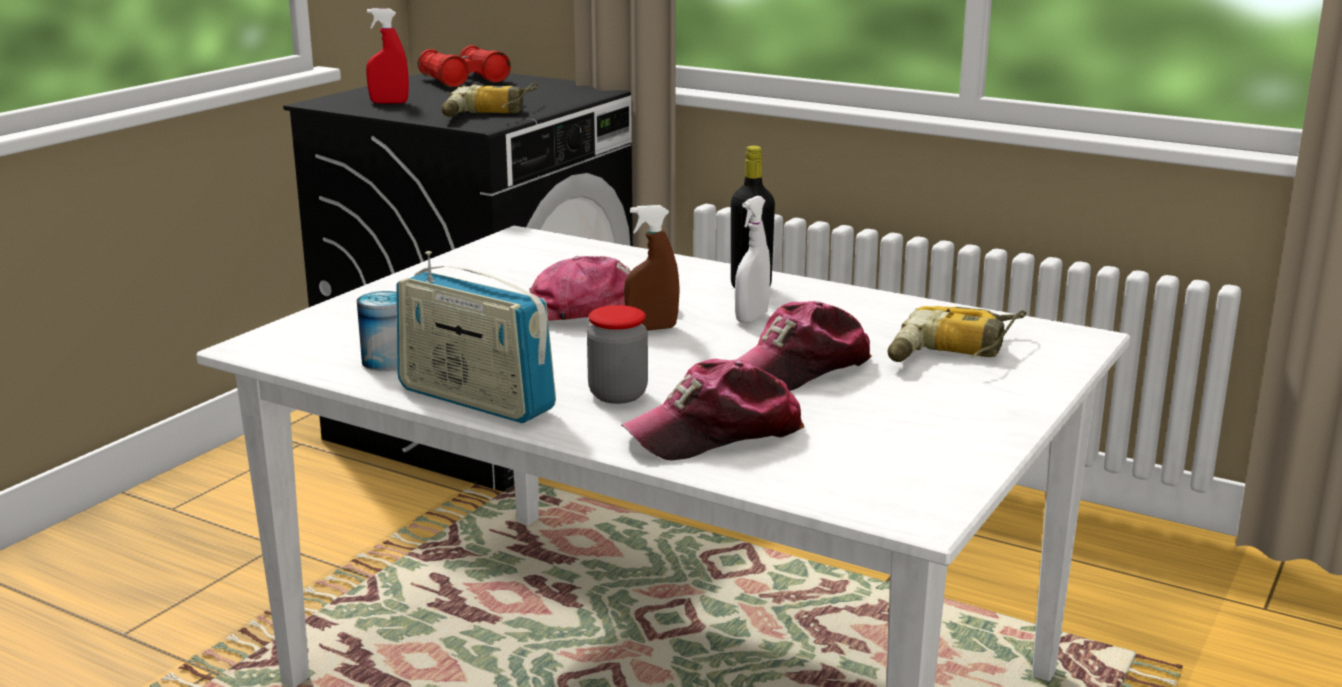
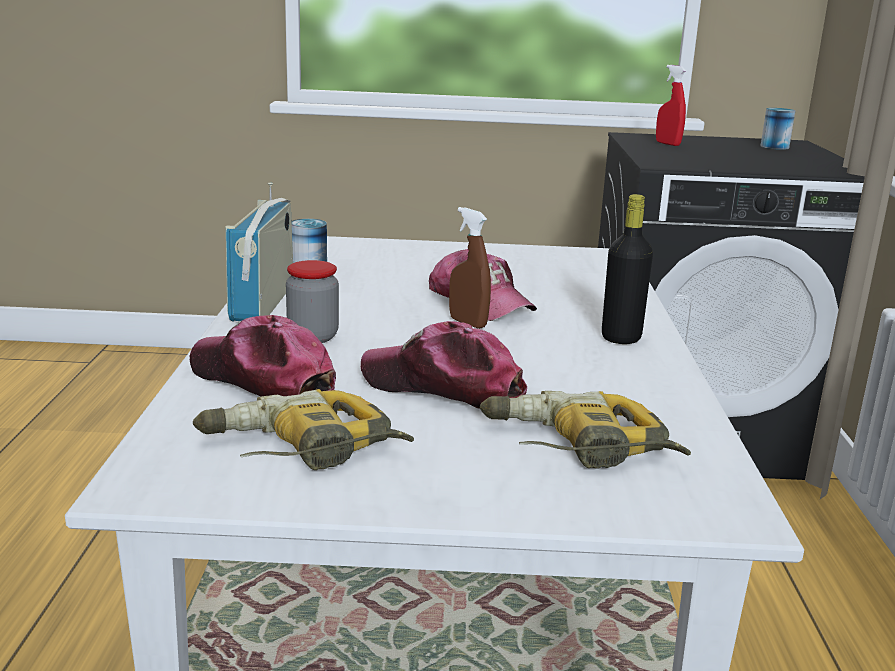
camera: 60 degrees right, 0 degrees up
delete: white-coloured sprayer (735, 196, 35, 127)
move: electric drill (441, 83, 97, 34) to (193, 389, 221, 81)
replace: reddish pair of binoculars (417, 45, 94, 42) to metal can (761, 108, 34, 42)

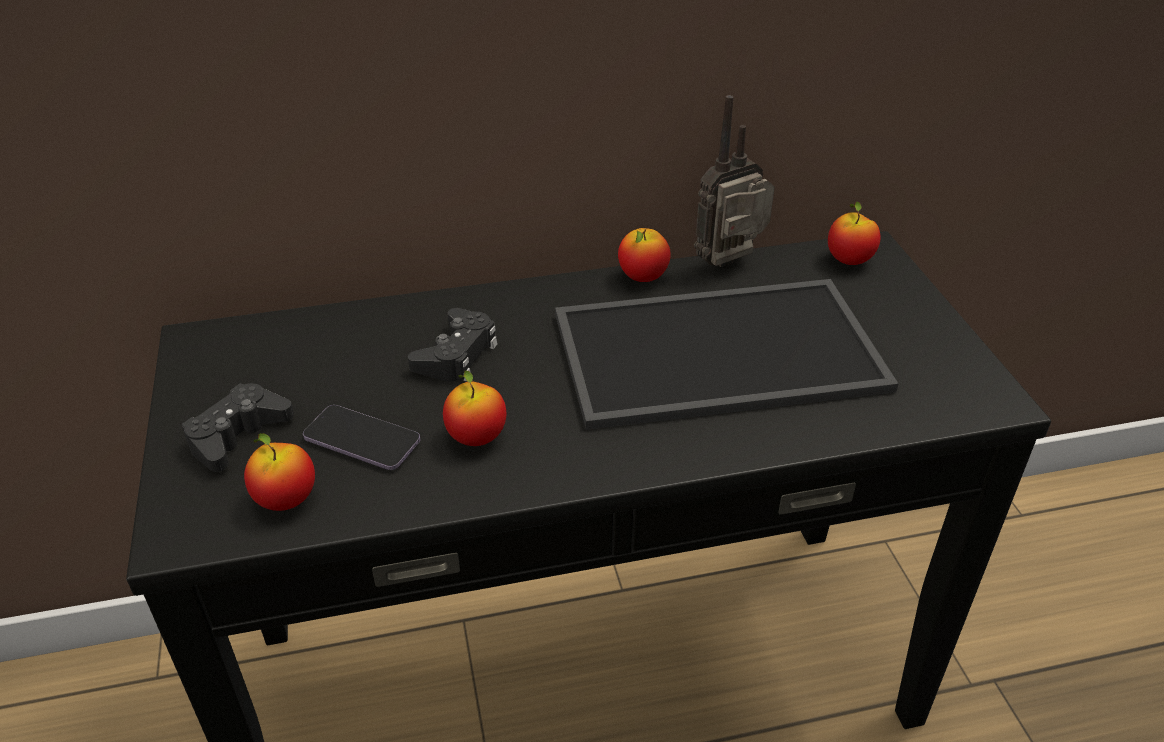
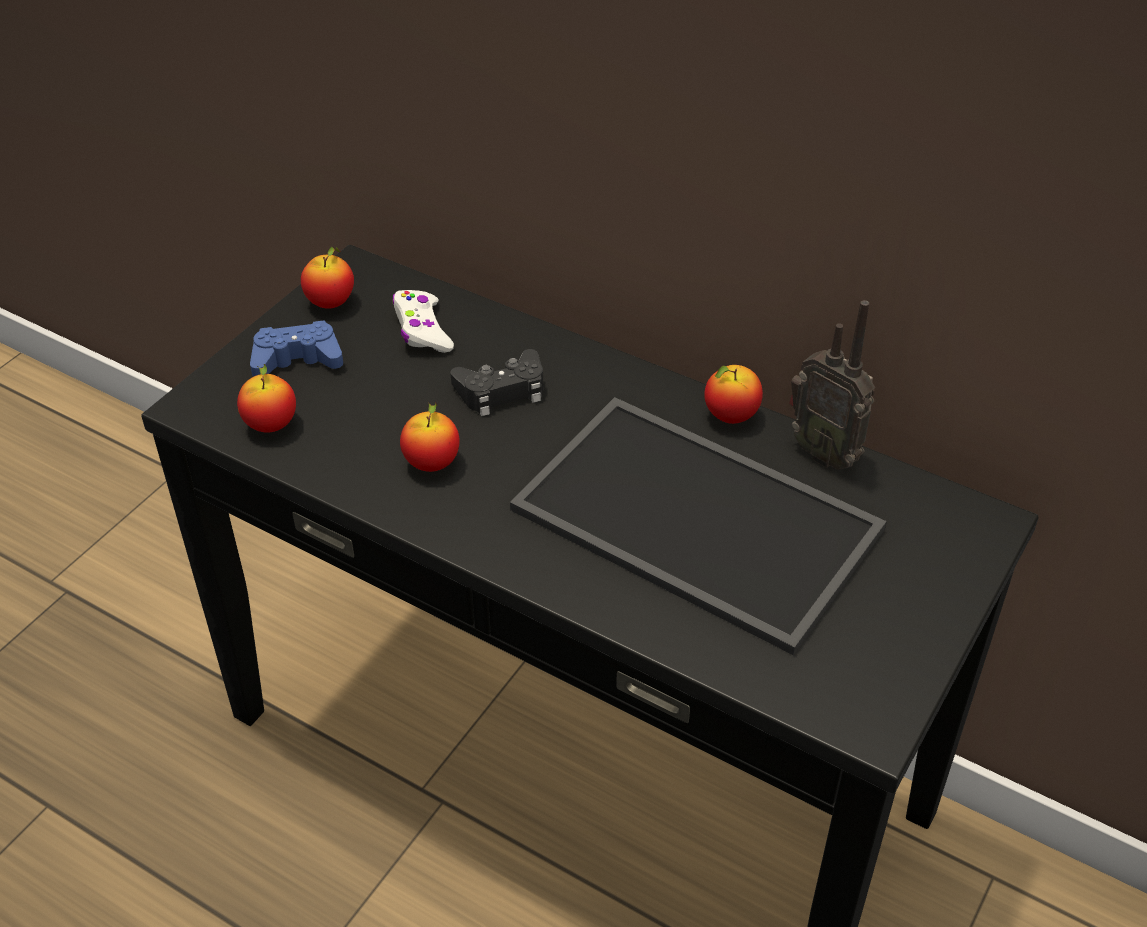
camera: 45 degrees right, 5 degrees up
delete: telephone (303, 405, 118, 65)
insert: white-coloured joypad (393, 290, 61, 63)
move: whole apple (828, 202, 52, 63) to (301, 247, 53, 62)
recolor: blackish joypad (182, 383, 112, 89) to bluish joypad (250, 320, 93, 57)
rotate: radio (694, 95, 81, 172) = (789, 300, 86, 170) 150 degrees counterclockwise

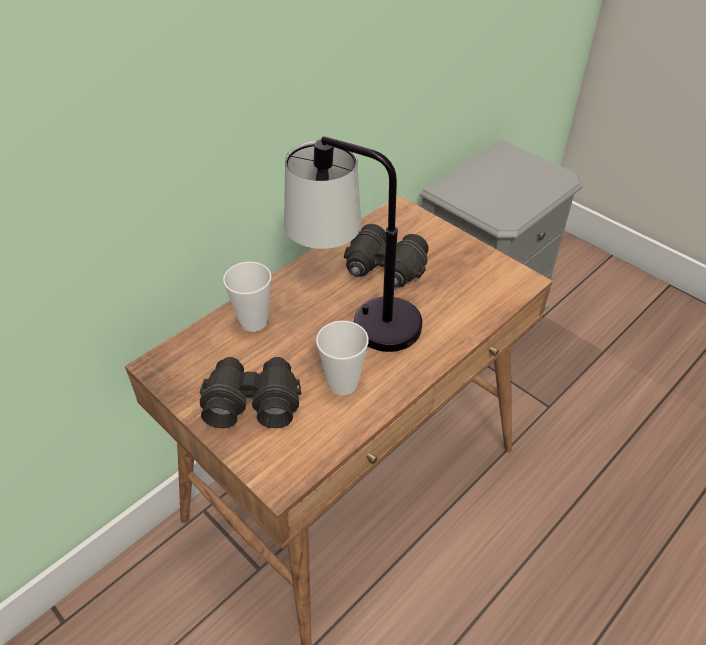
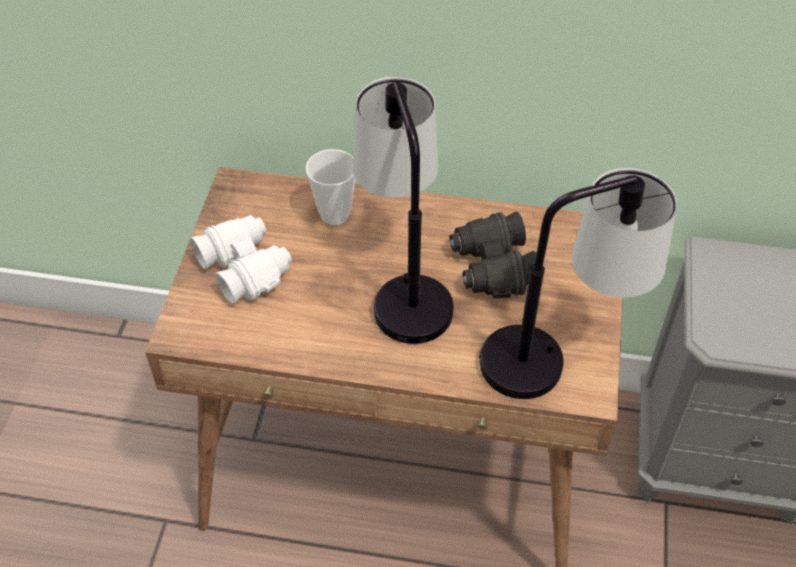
camera: 55 degrees right, 5 degrees up
delete: drinking cup (316, 321, 53, 74)
insert: table lamp (479, 168, 198, 231)
recolor: blackish pair of binoculars (200, 357, 101, 71) to white-coloured pair of binoculars (190, 215, 102, 89)

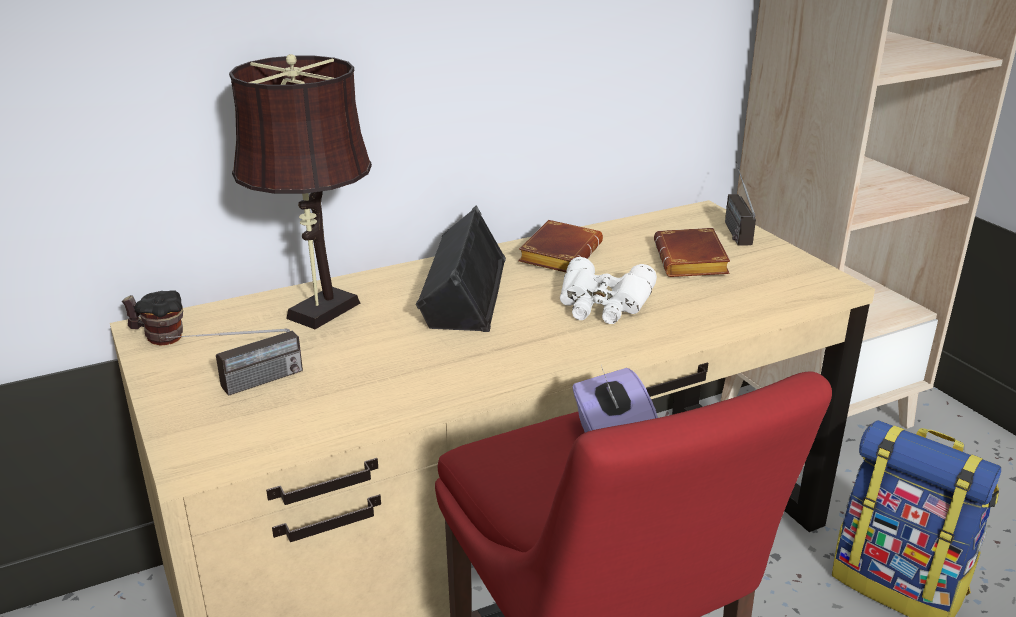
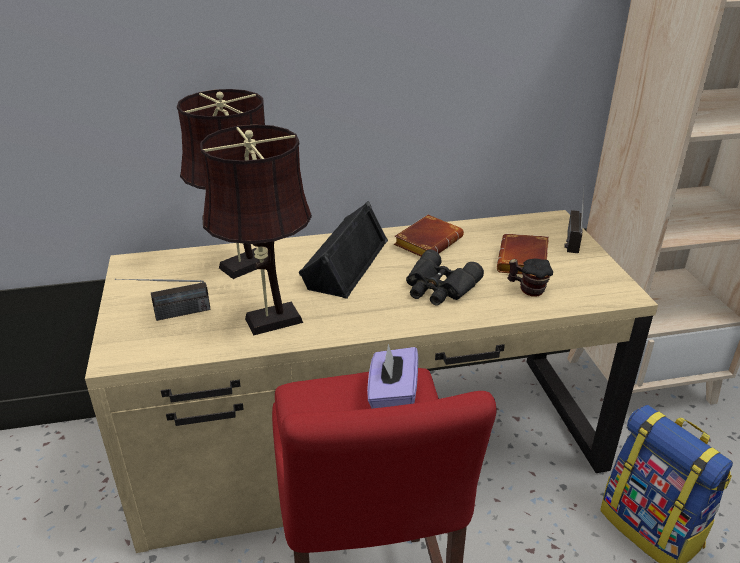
camera: 15 degrees right, 5 degrees up
insert: brownish table lamp (200, 124, 112, 211)
move: tea mug (122, 290, 61, 56) to (507, 259, 46, 38)
recolor: white-coloured pair of binoculars (560, 257, 97, 67) to blackish pair of binoculars (406, 249, 78, 57)

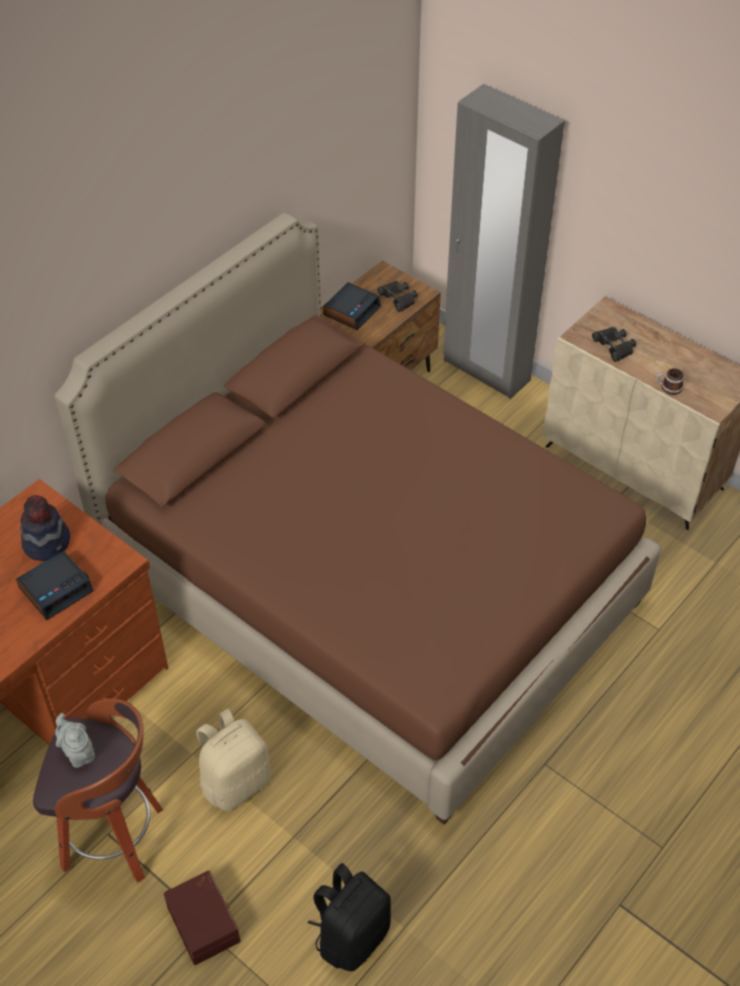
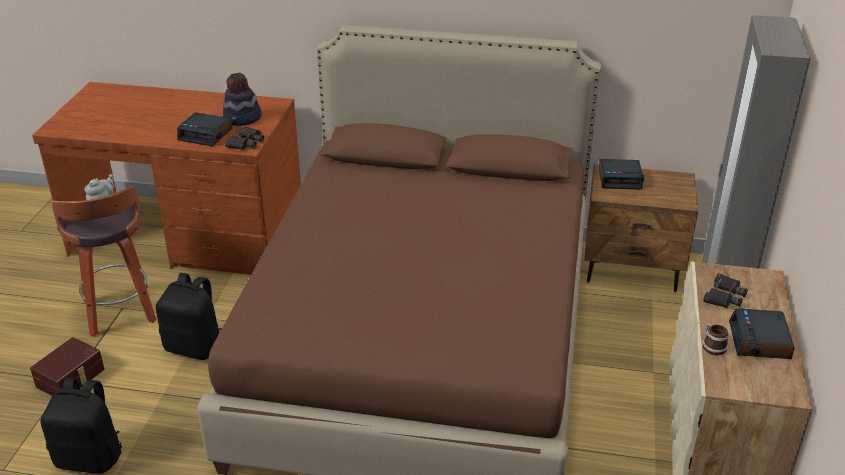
camera: 60 degrees right, 15 degrees down
insert: bedside clock (729, 308, 66, 51)
move: blackish pair of binoculars (377, 281, 41, 31) to (225, 126, 39, 24)
recolor: beige rucksack (196, 708, 75, 103) to blackish rucksack (156, 273, 66, 87)

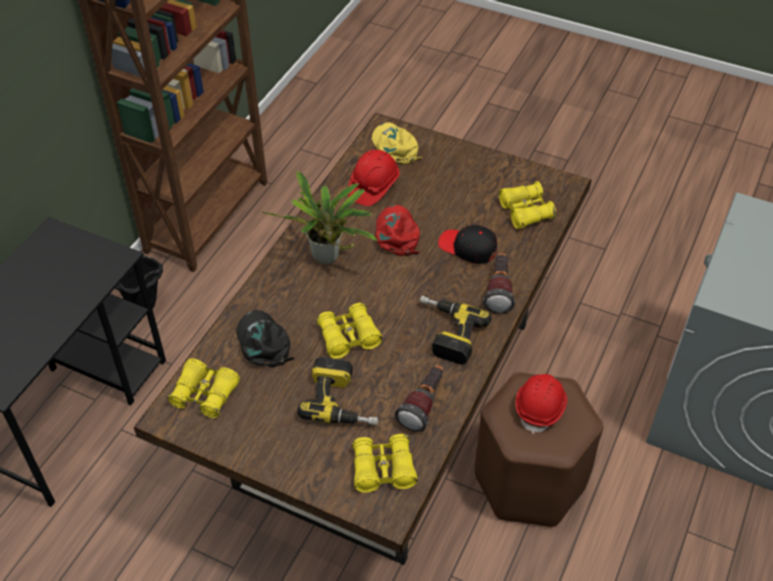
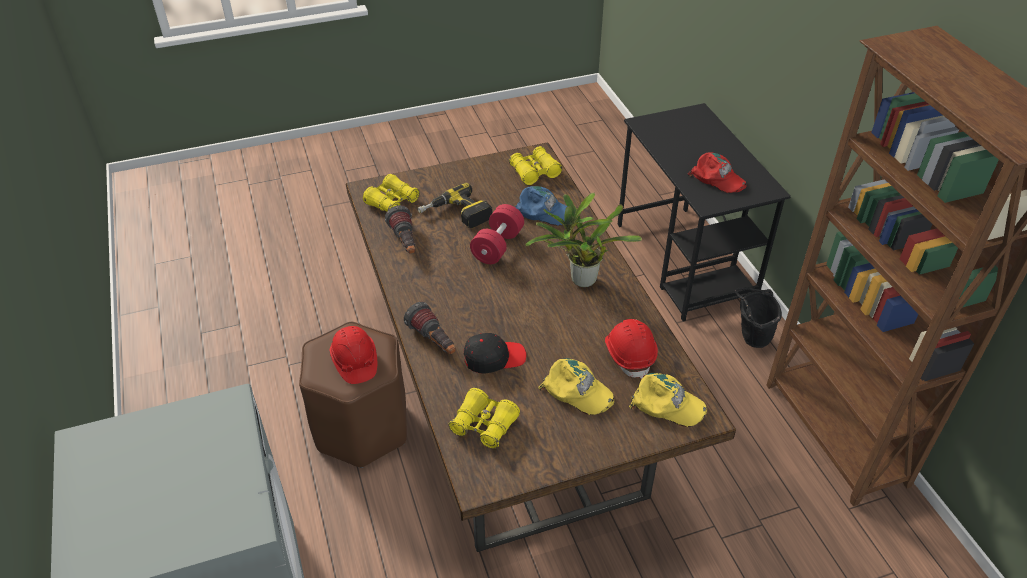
camera: 135 degrees right, 5 degrees down
delete: electric drill (420, 295, 72, 70)
insert: yellowish cap (538, 358, 76, 57)
move: reddish cap (376, 205, 44, 52) to (688, 152, 58, 41)
replace: yellowish pair of binoculars (316, 303, 67, 56) to reddish free weight (470, 204, 54, 60)
recolor: blackish cap (236, 310, 59, 57) to bluish cap (515, 186, 58, 40)

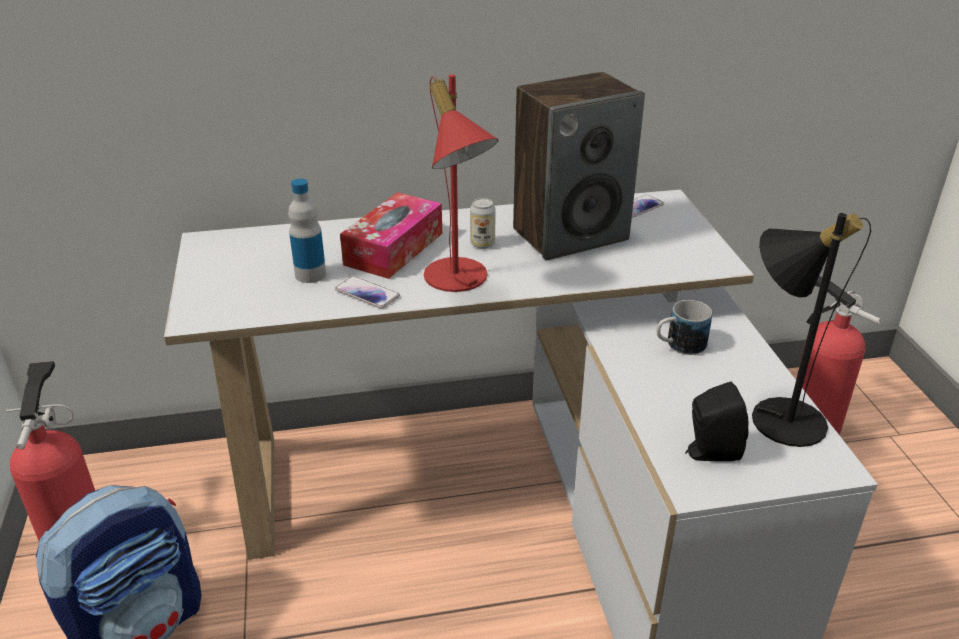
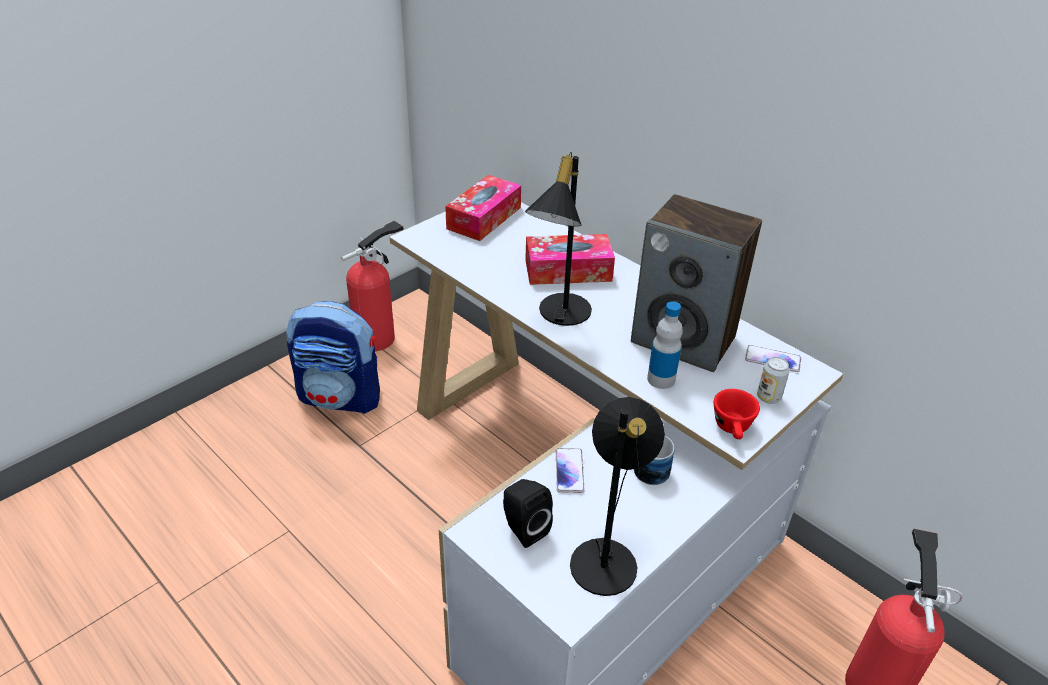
camera: 55 degrees right, 5 degrees up
insert: tissue box (445, 175, 76, 66); reddish drinking cup (714, 389, 46, 50)
move: bottle (288, 179, 38, 104) to (647, 301, 36, 88); telephone (335, 276, 65, 33) to (556, 448, 29, 45); metal can (470, 198, 26, 51) to (757, 357, 33, 47)
recolor: reddish table lamp (424, 74, 75, 218) to blackish table lamp (525, 152, 67, 174)

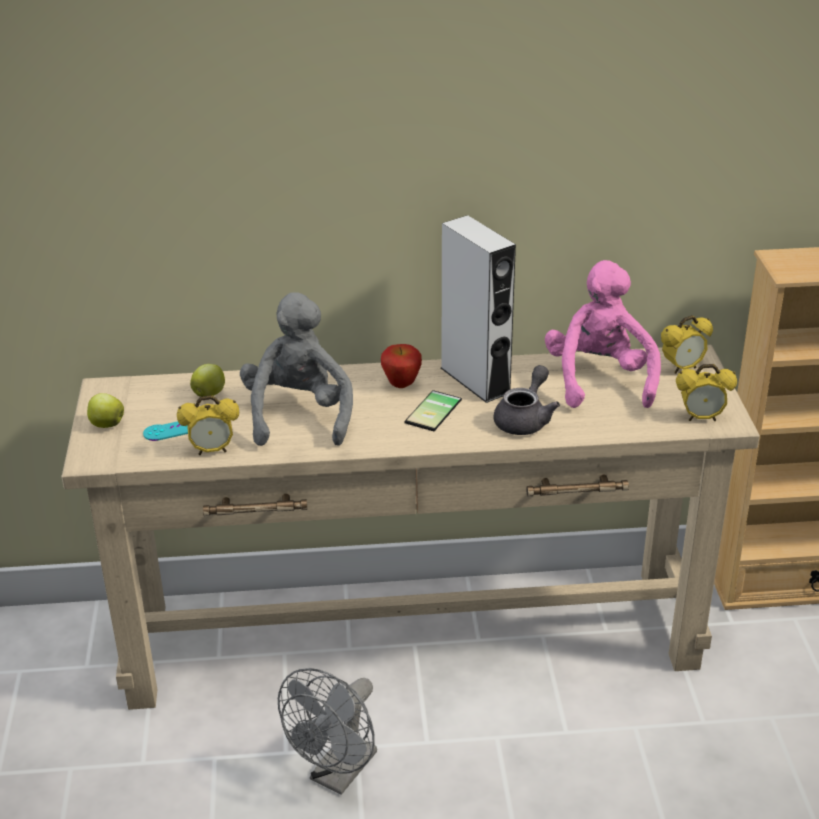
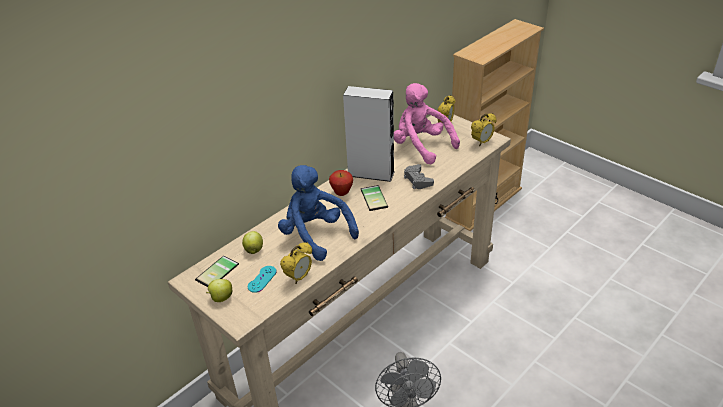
camera: 40 degrees left, 5 degrees up
insert: telephone (195, 255, 44, 32)
replace: greyish pot for tea (494, 365, 66, 70) to greyish joypad (404, 164, 30, 25)
recolor: greyish cuddly toy (240, 292, 113, 154) to bluish cuddly toy (278, 165, 81, 96)

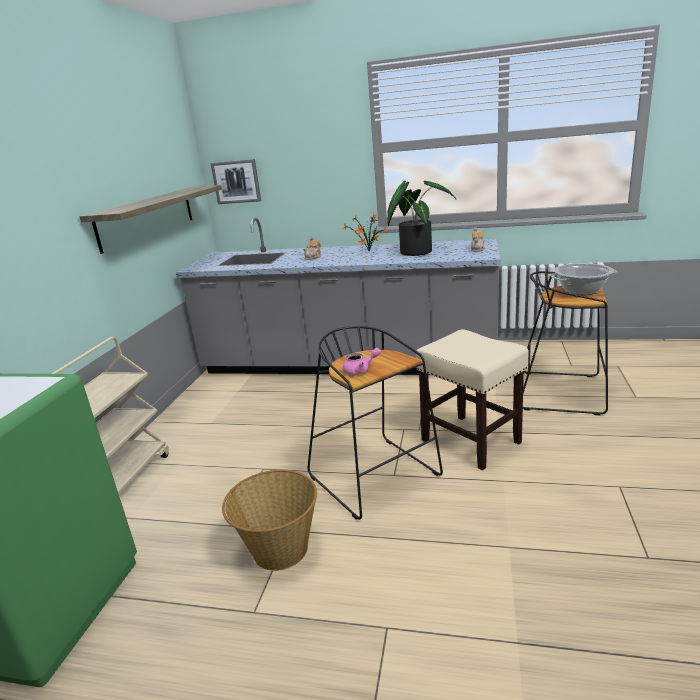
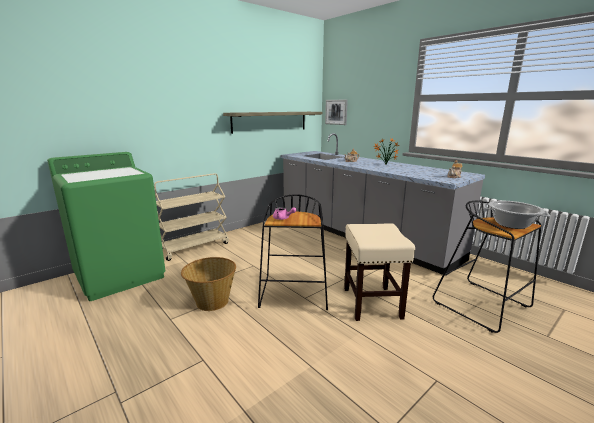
camera: 35 degrees right, 5 degrees down
delete: plant in a pot (387, 181, 69, 75)

